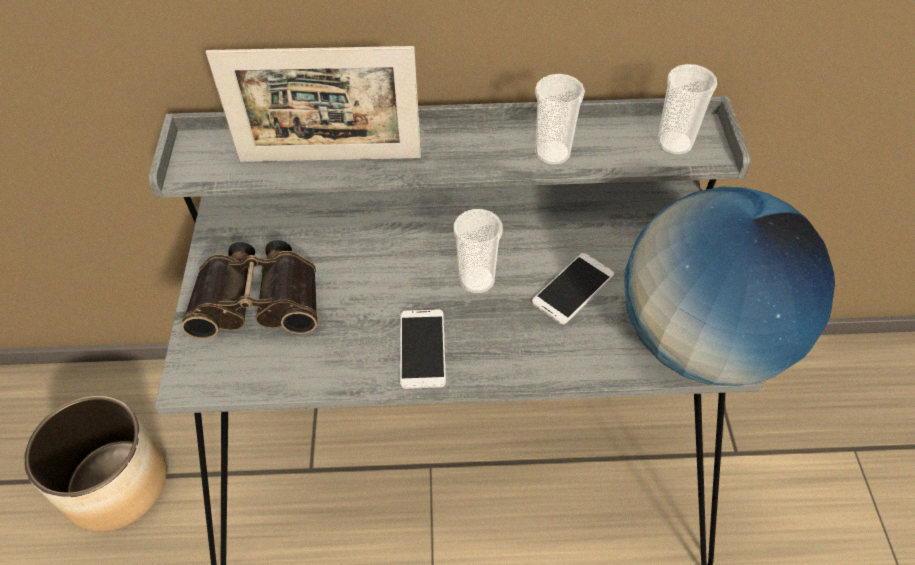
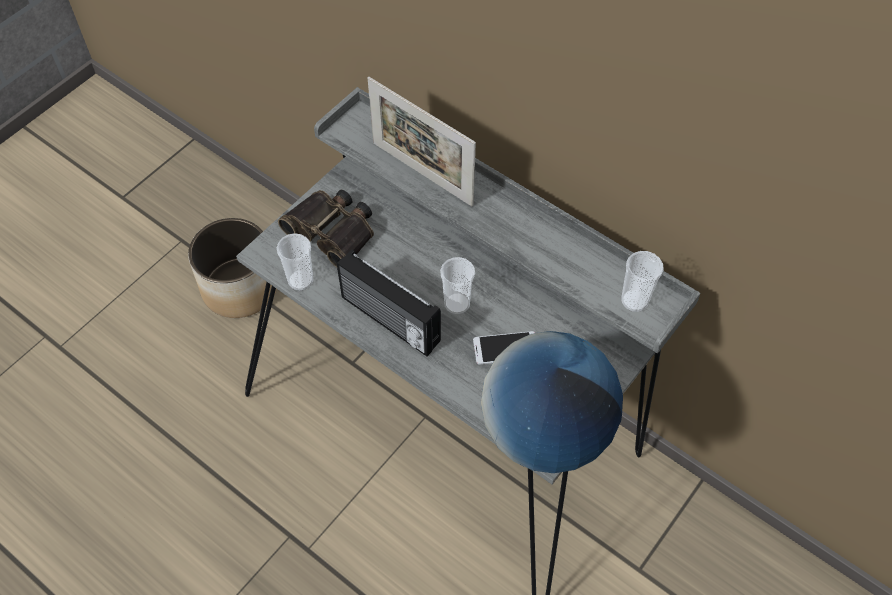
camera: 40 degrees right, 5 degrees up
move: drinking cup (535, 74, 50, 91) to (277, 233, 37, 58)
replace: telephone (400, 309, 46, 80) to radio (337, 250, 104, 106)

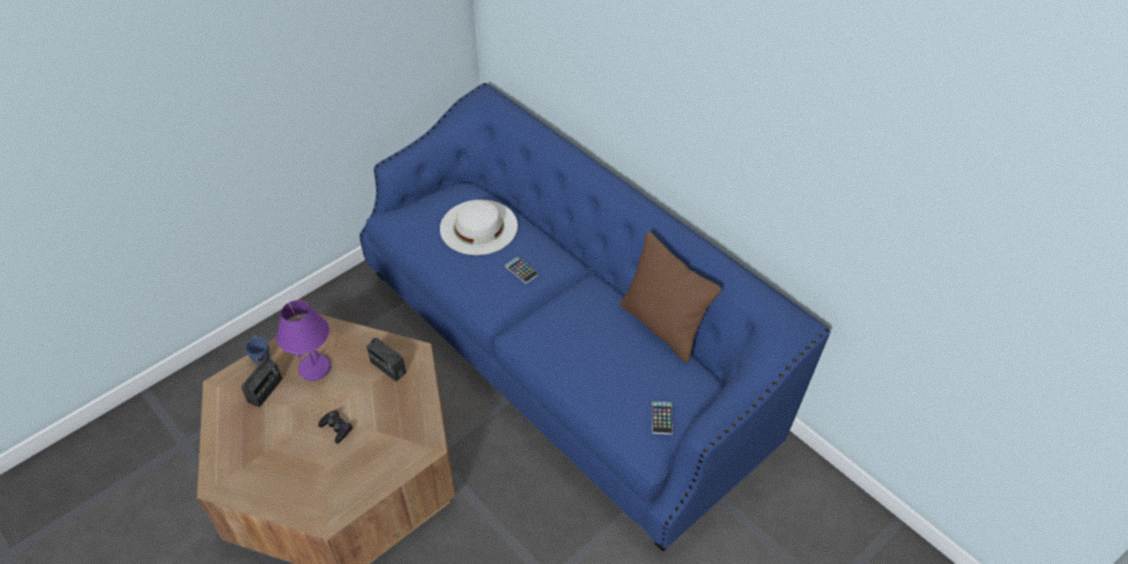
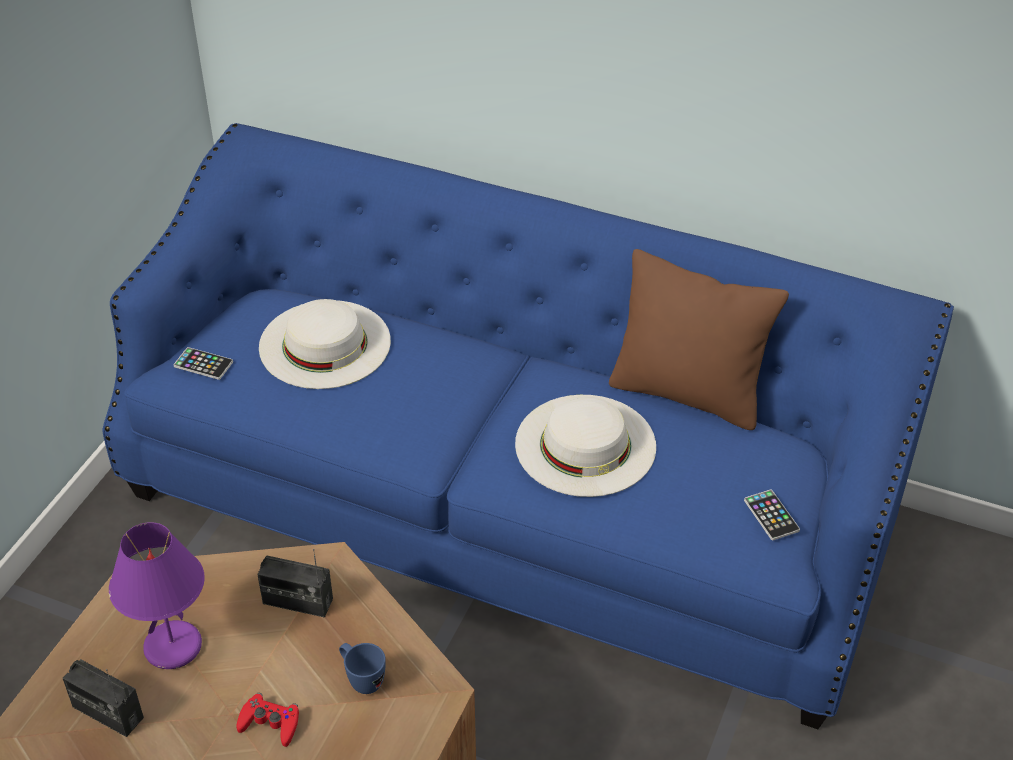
camera: 25 degrees left, 5 degrees down
insert: white-coloured hat (515, 395, 141, 102)
move: bluish tea mug (245, 334, 25, 30) to (339, 643, 47, 51); telephone (505, 257, 34, 27) to (174, 347, 59, 33)
recolor: blackish joypad (318, 410, 35, 34) to reddish joypad (237, 693, 62, 54)
rotate: radio (241, 345, 42, 63) = (63, 659, 81, 78) 120 degrees clockwise

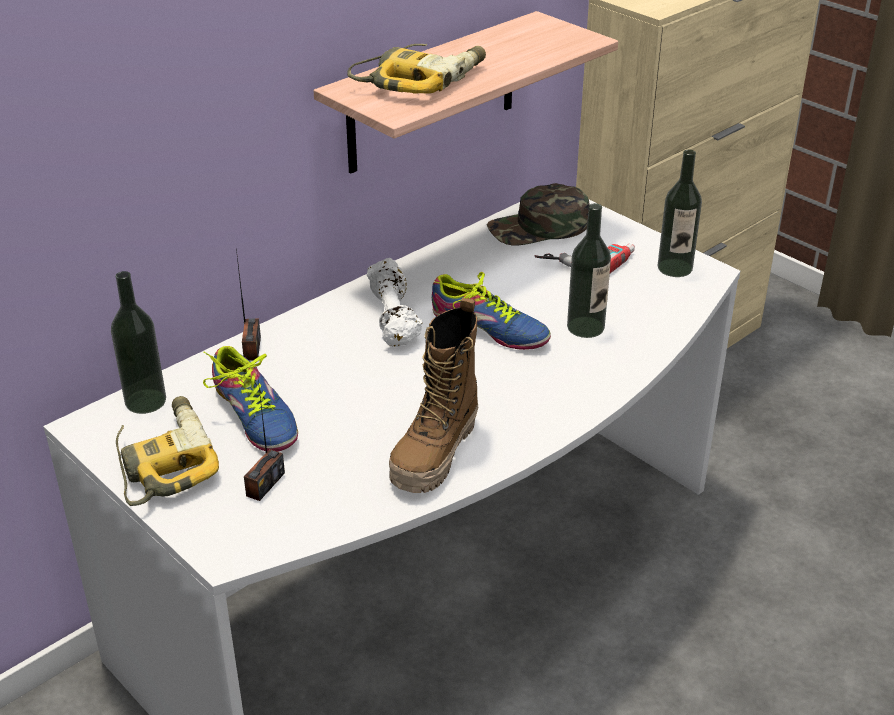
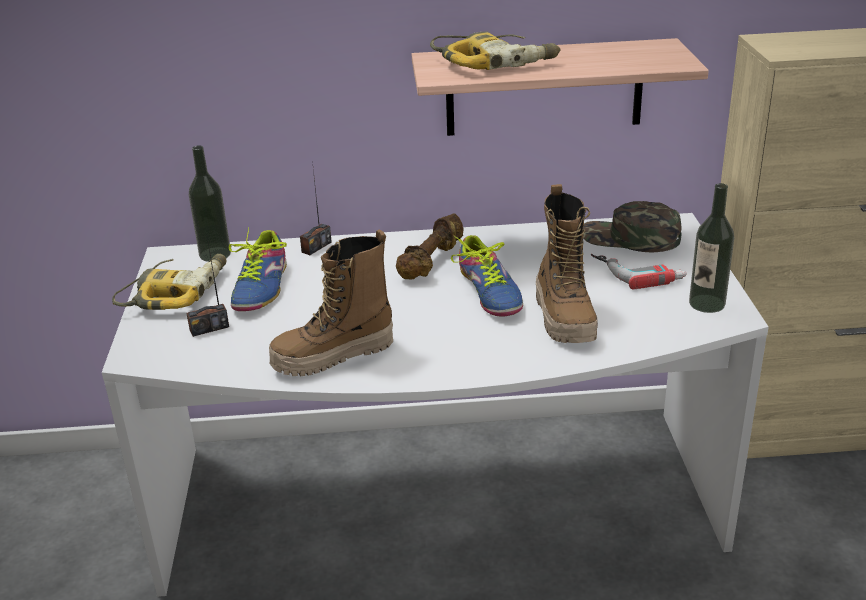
camera: 40 degrees right, 5 degrees down
replace: bottle (567, 203, 44, 135) to tall boot (536, 184, 62, 159)
recolor: white-coloured free weight (367, 258, 56, 89) to brownish free weight (396, 213, 68, 67)

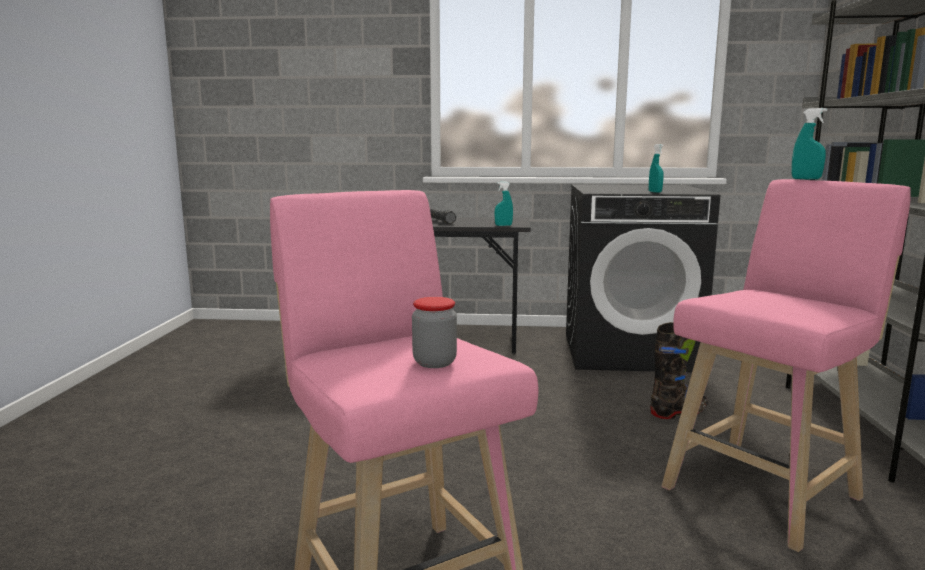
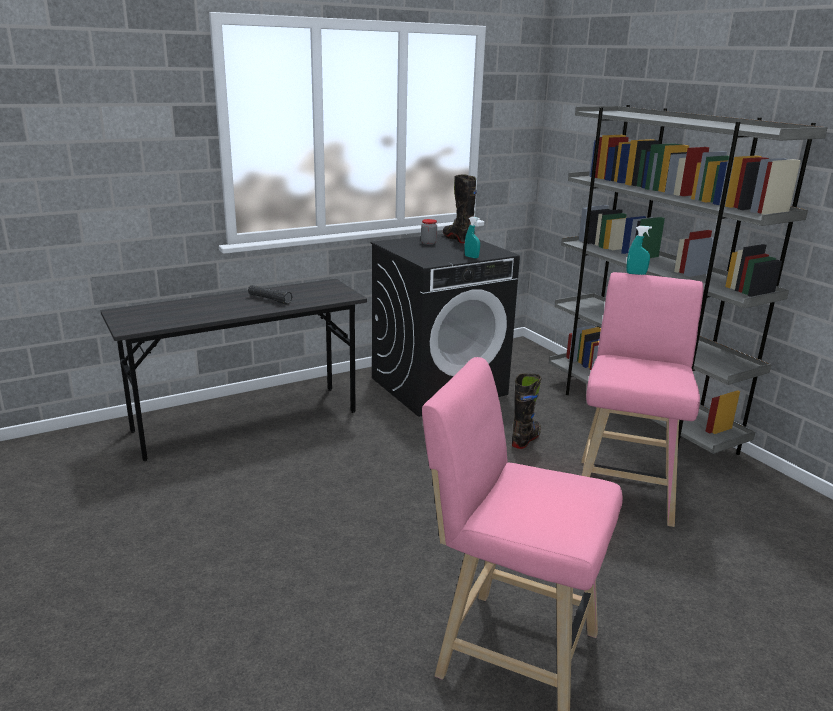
camera: 35 degrees left, 10 degrees up
delete: turquoise-coloured sprayer (495, 182, 18, 44)
insert: blackish tall boot (443, 174, 34, 69)
move: preserve jar (412, 297, 45, 71) to (421, 219, 16, 26)

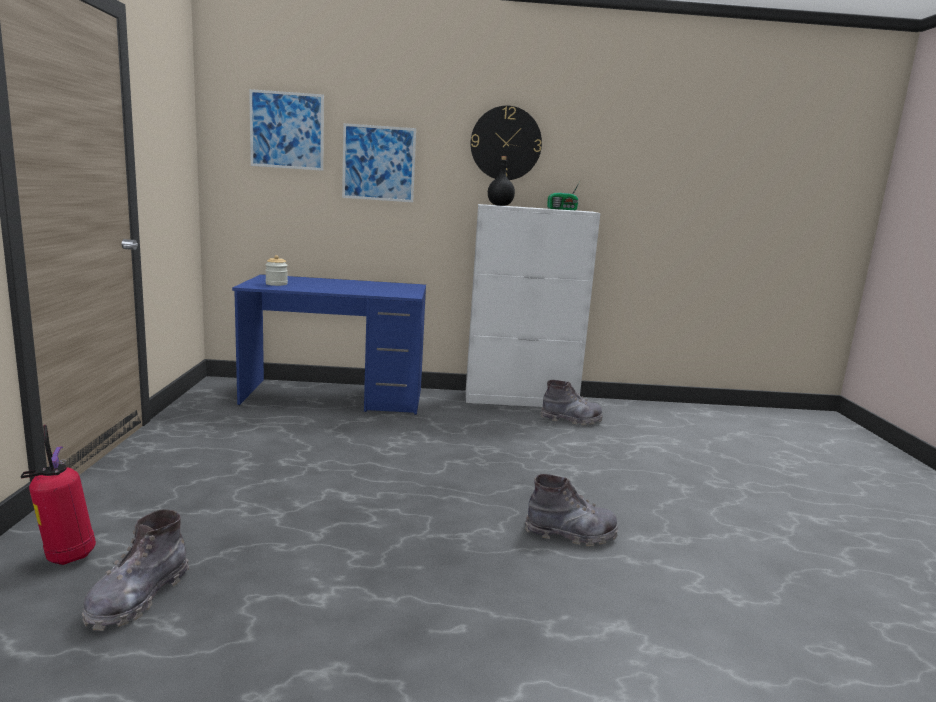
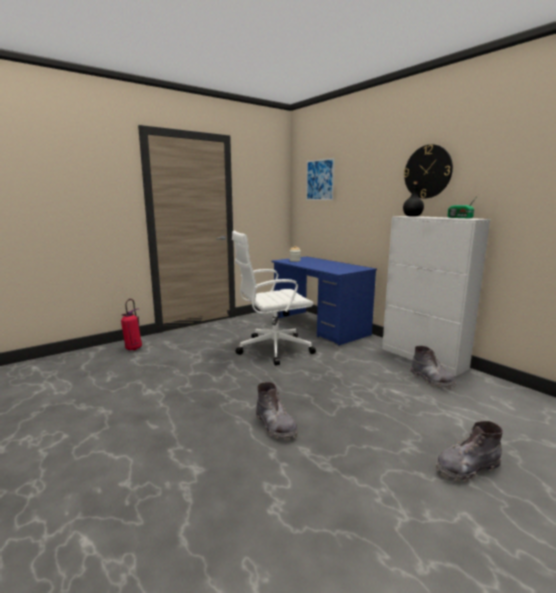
camera: 55 degrees right, 0 degrees up
delete: picture (342, 123, 74, 79)
insert: white-coloured desk chair (232, 231, 84, 134)
move: greyish tall boot (82, 509, 107, 122) to (436, 421, 67, 61)

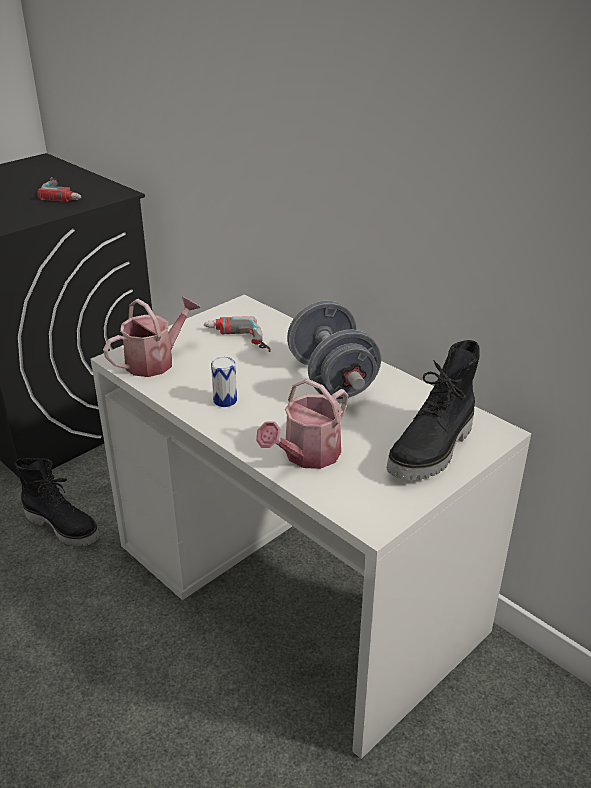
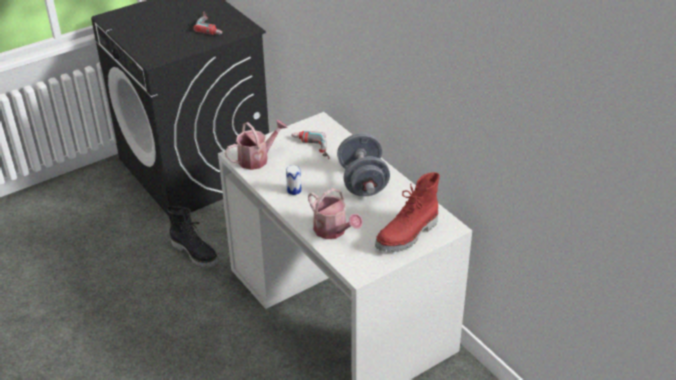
camera: 10 degrees right, 5 degrees up
recolor: blackish tall boot (387, 340, 93, 140) to reddish tall boot (375, 172, 65, 80)
rotate: watering pot (256, 379, 92, 90) = (308, 188, 55, 51) 90 degrees counterclockwise

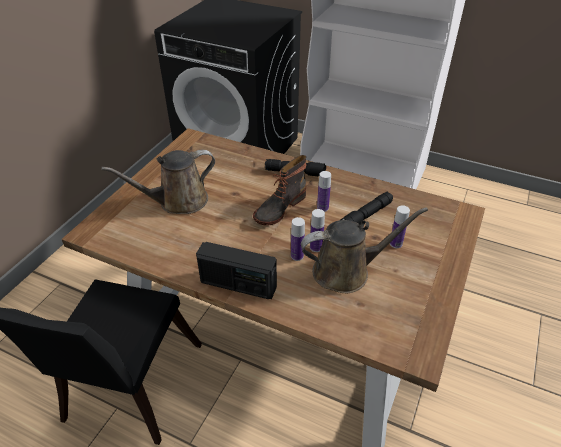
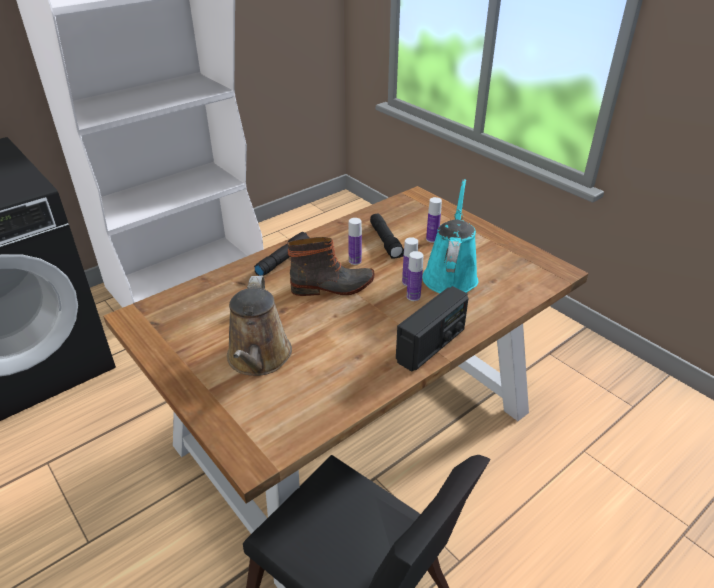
camera: 65 degrees left, 5 degrees down
recolor: brownish watering pot (301, 207, 127, 86) to turquoise-coloured watering pot (422, 179, 56, 114)
rotate: tall boot (253, 155, 54, 71) = (287, 237, 87, 59) 75 degrees counterclockwise

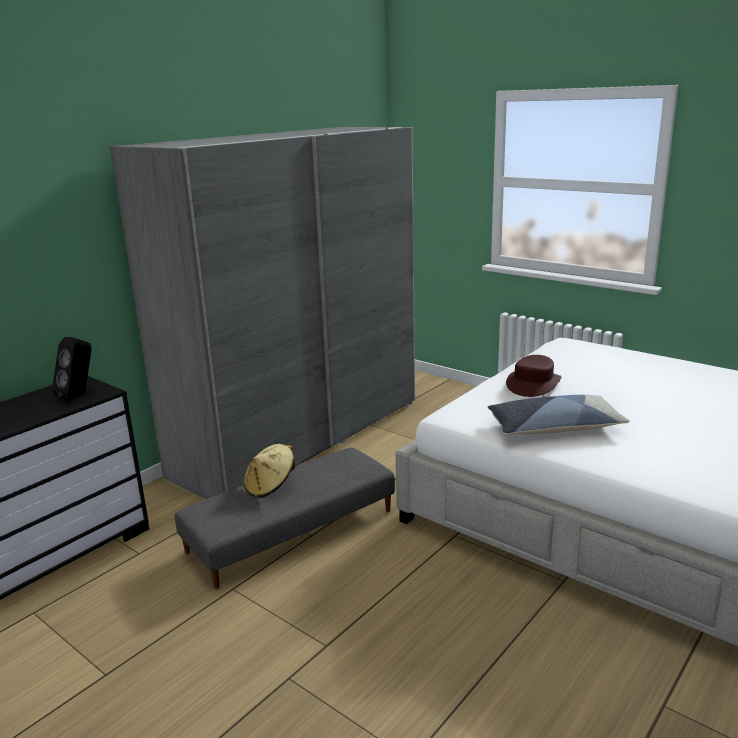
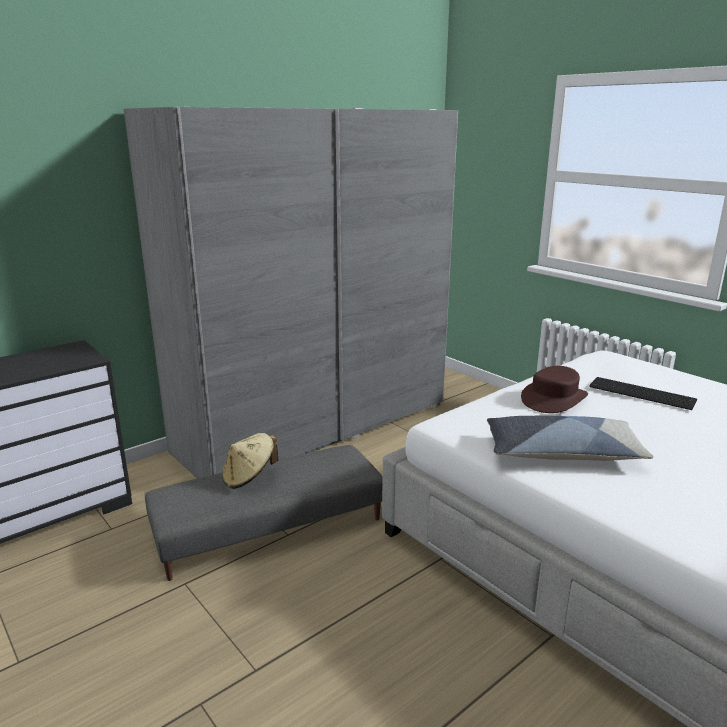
camera: 10 degrees right, 0 degrees up
delete: blackish loudspeaker (52, 337, 40, 64)
insert: keyboard (589, 377, 108, 33)

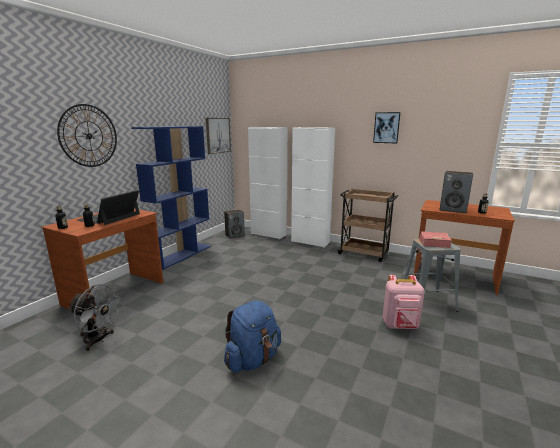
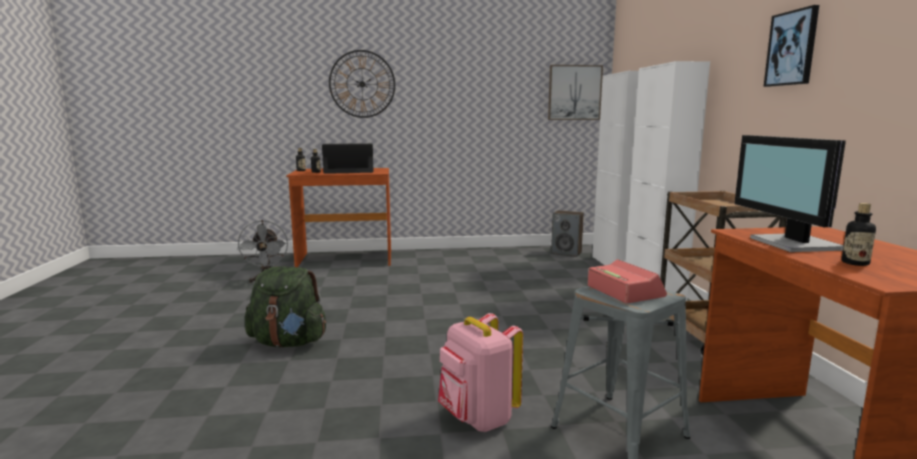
camera: 55 degrees right, 5 degrees down
delete: bluish bookshelf (131, 126, 80, 144)
replace: loudspeaker (439, 171, 34, 42) to computer screen (734, 135, 112, 117)
recolor: bluish rucksack (224, 300, 57, 72) to green-coloured rucksack (245, 266, 81, 81)

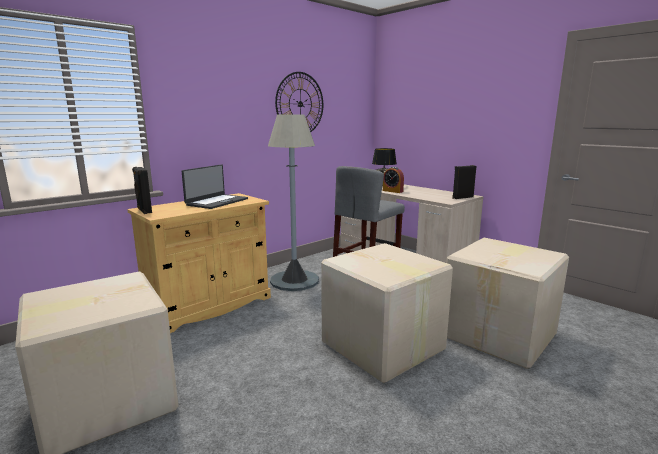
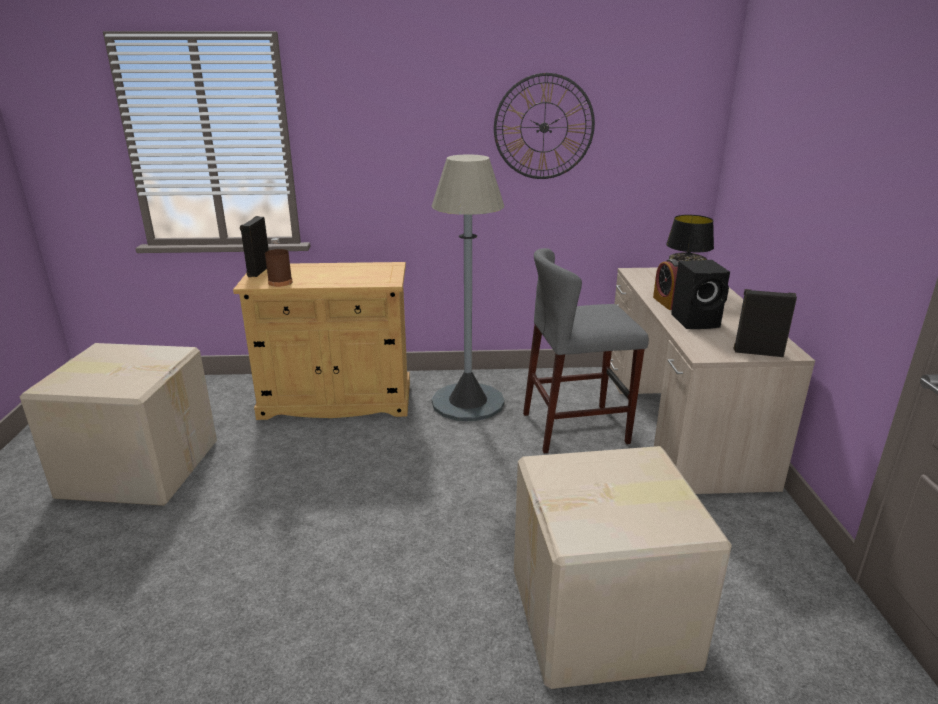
camera: 40 degrees right, 10 degrees up
delete: laptop (182, 164, 66, 45); cardboard box (321, 243, 132, 140)
insert: brownish bottle (265, 238, 27, 49); blackish loudspeaker (671, 260, 59, 69)

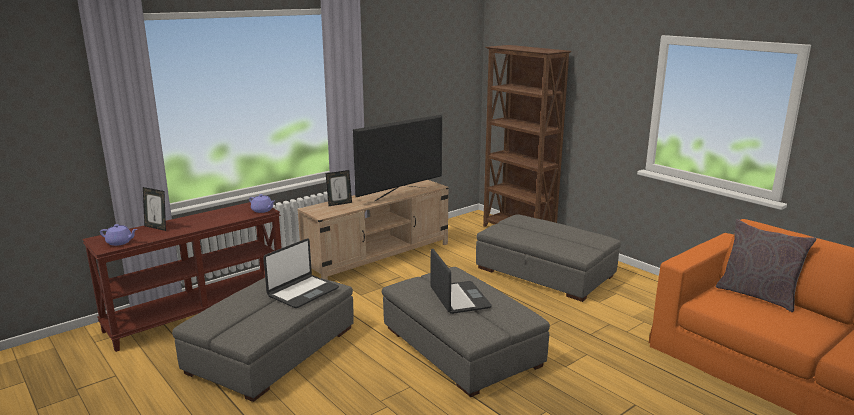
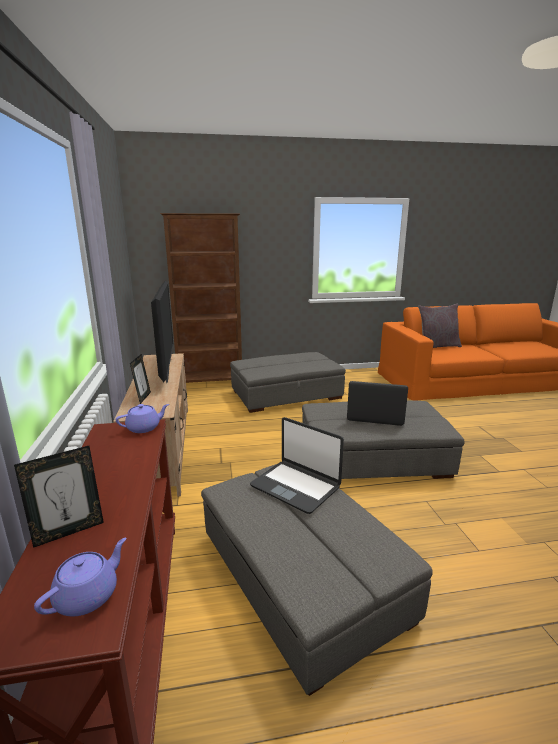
camera: 60 degrees left, 0 degrees up
rotate: laptop (263, 239, 76, 69) = (250, 417, 94, 97) 150 degrees clockwise

